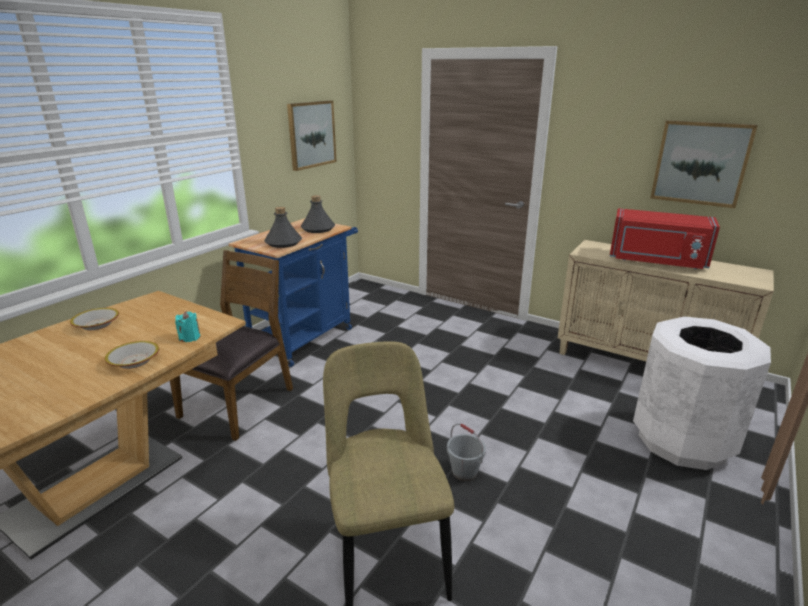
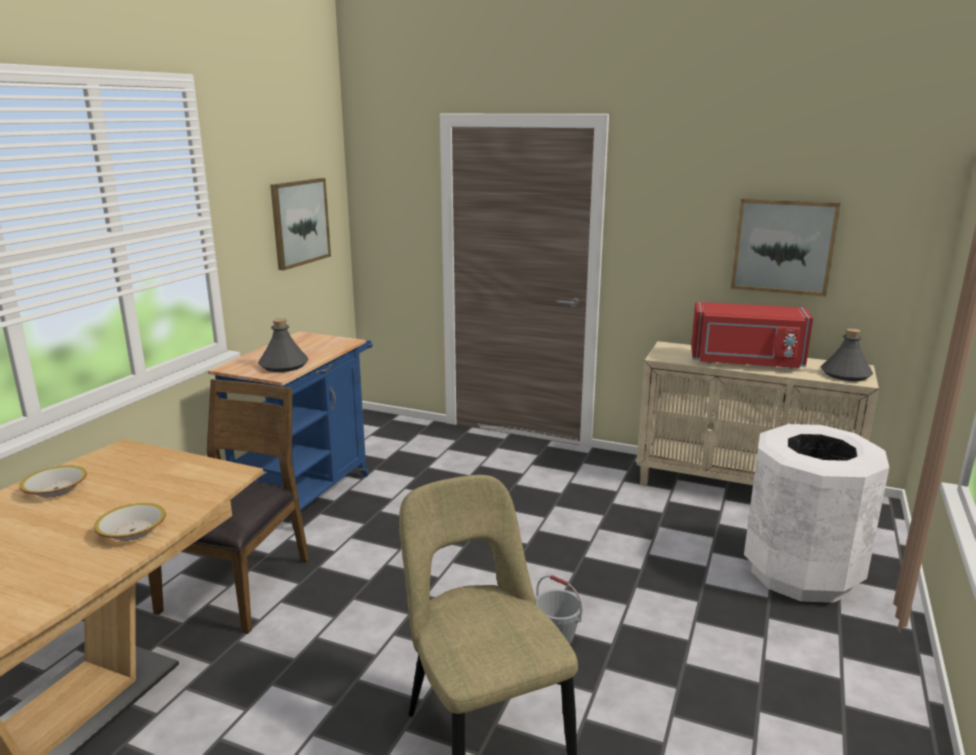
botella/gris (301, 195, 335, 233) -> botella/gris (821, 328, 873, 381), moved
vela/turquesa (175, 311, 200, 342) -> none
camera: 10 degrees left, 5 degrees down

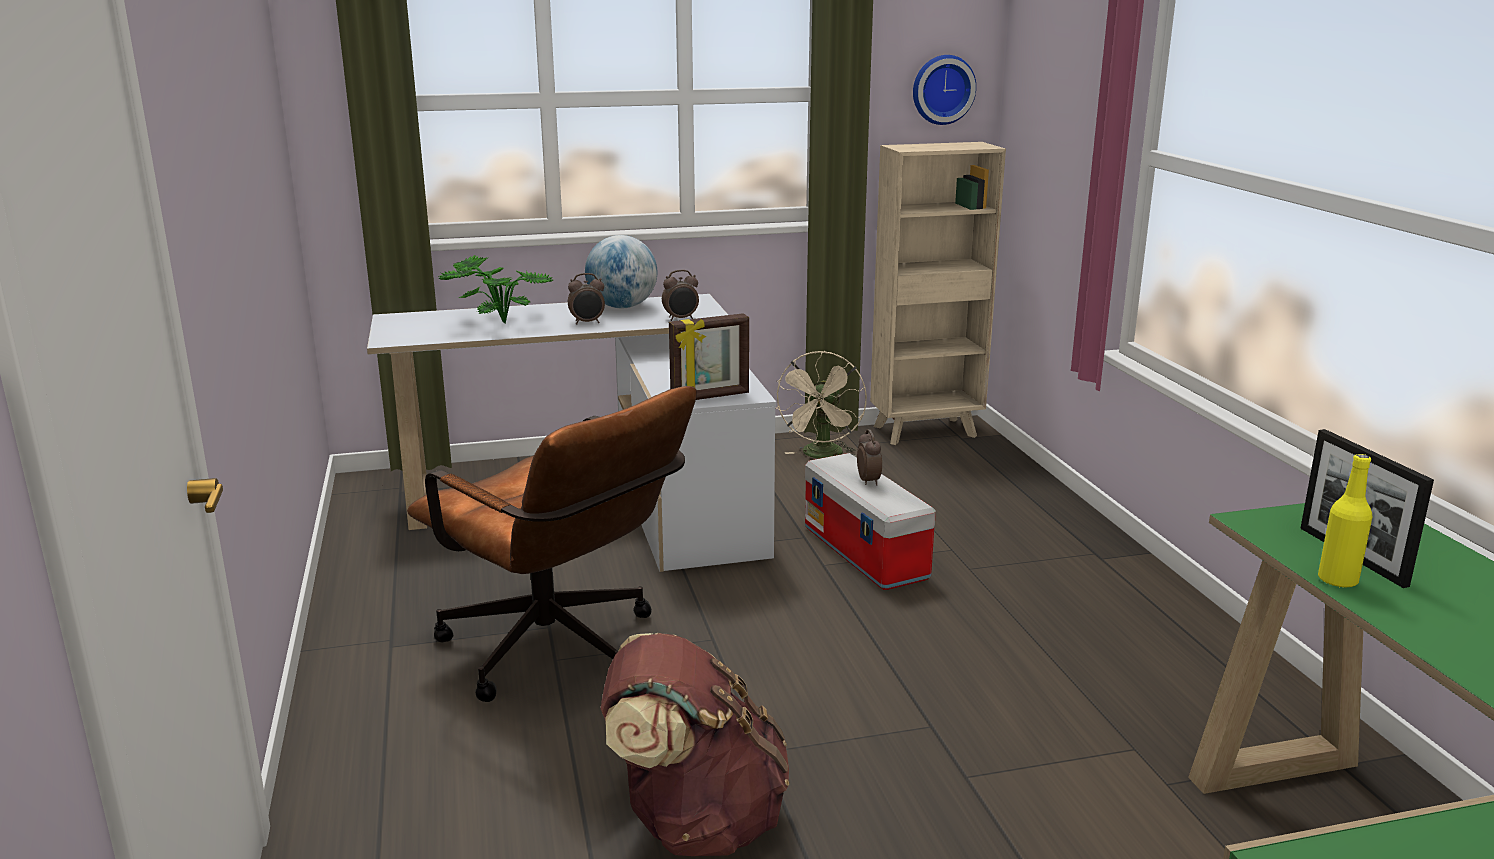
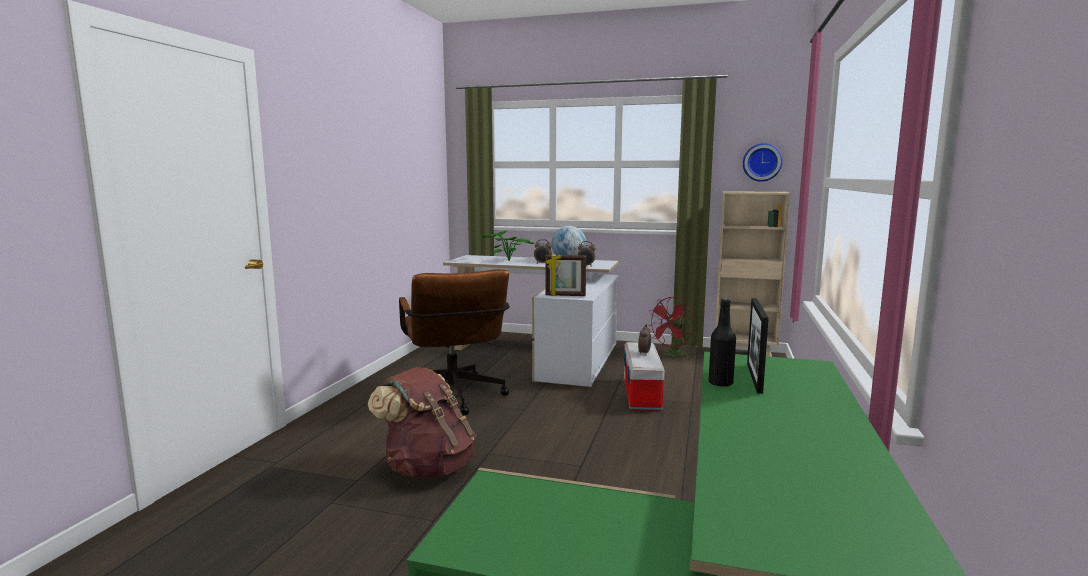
ventilador/beis (775, 351, 867, 459) -> ventilador/rojo (648, 297, 694, 359)
botella/amarillo (1318, 454, 1372, 588) -> botella/negro (709, 298, 736, 386)
camera: 30 degrees right, 10 degrees down

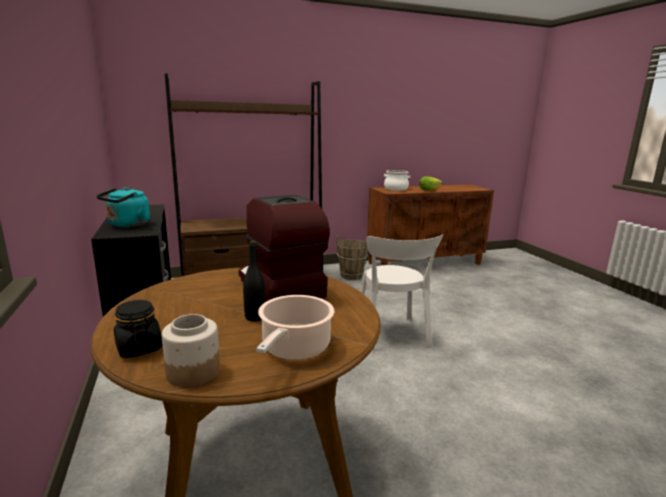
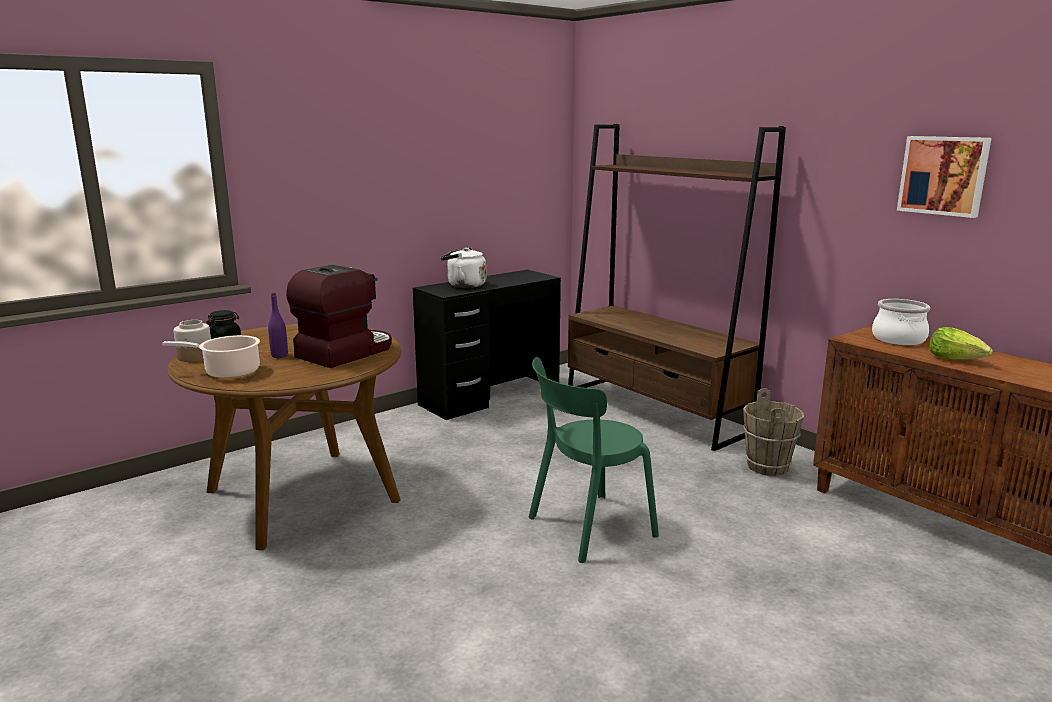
botella/negro (243, 241, 265, 321) -> botella/morado (268, 293, 288, 358)
hervidor/turquesa (96, 187, 150, 227) -> hervidor/blanco (441, 248, 486, 288)
silla/blanco (360, 234, 443, 352) -> silla/verde (528, 357, 659, 563)
none -> cuadro (897, 136, 992, 218)
camera: 70 degrees right, 0 degrees up

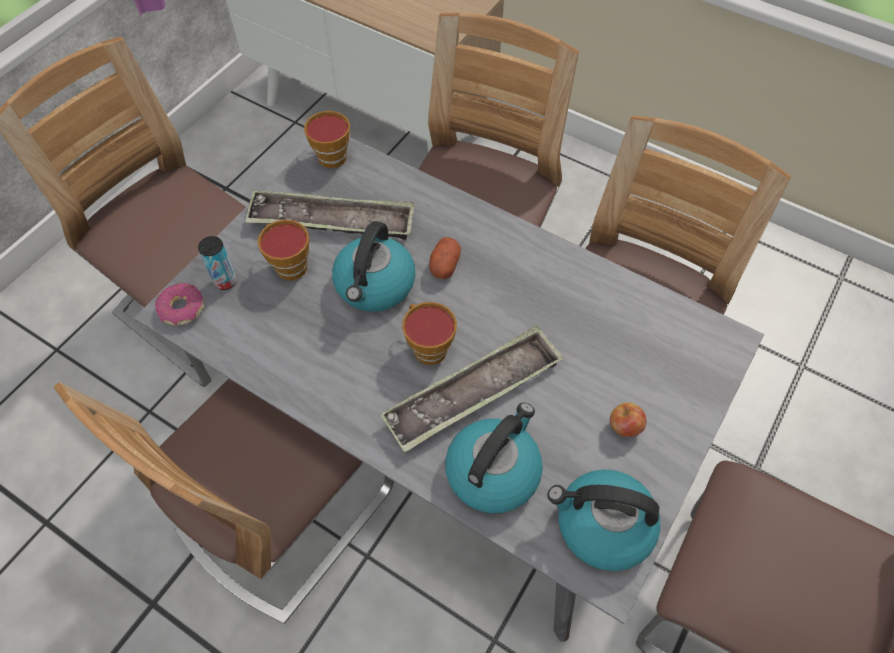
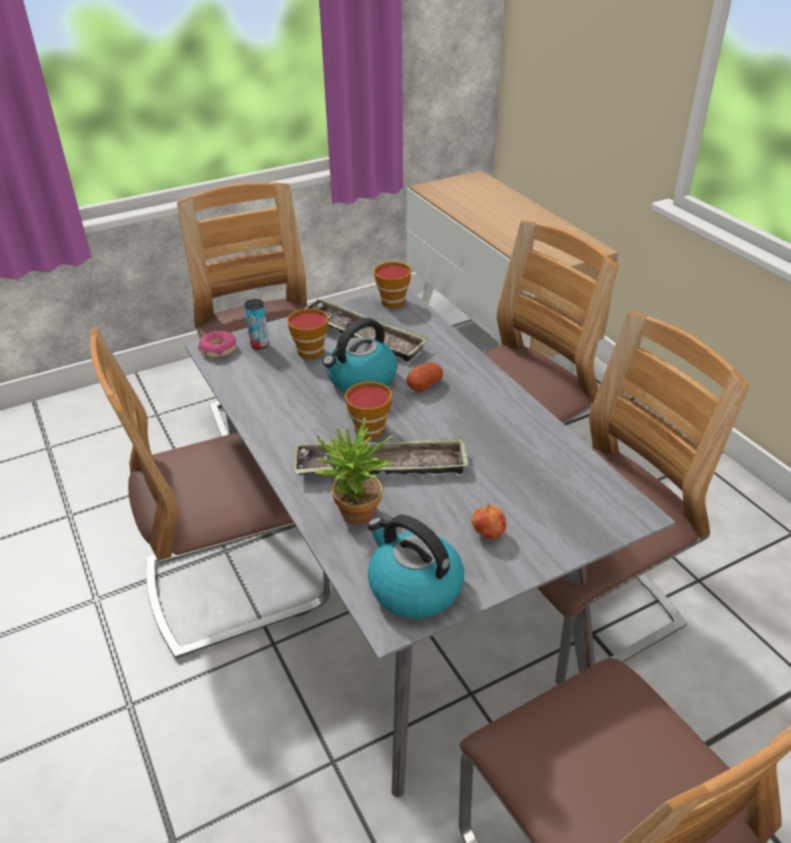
hervidor (445, 403, 543, 514) -> planta en maceta (315, 417, 394, 525)
camera: 30 degrees right, 20 degrees down

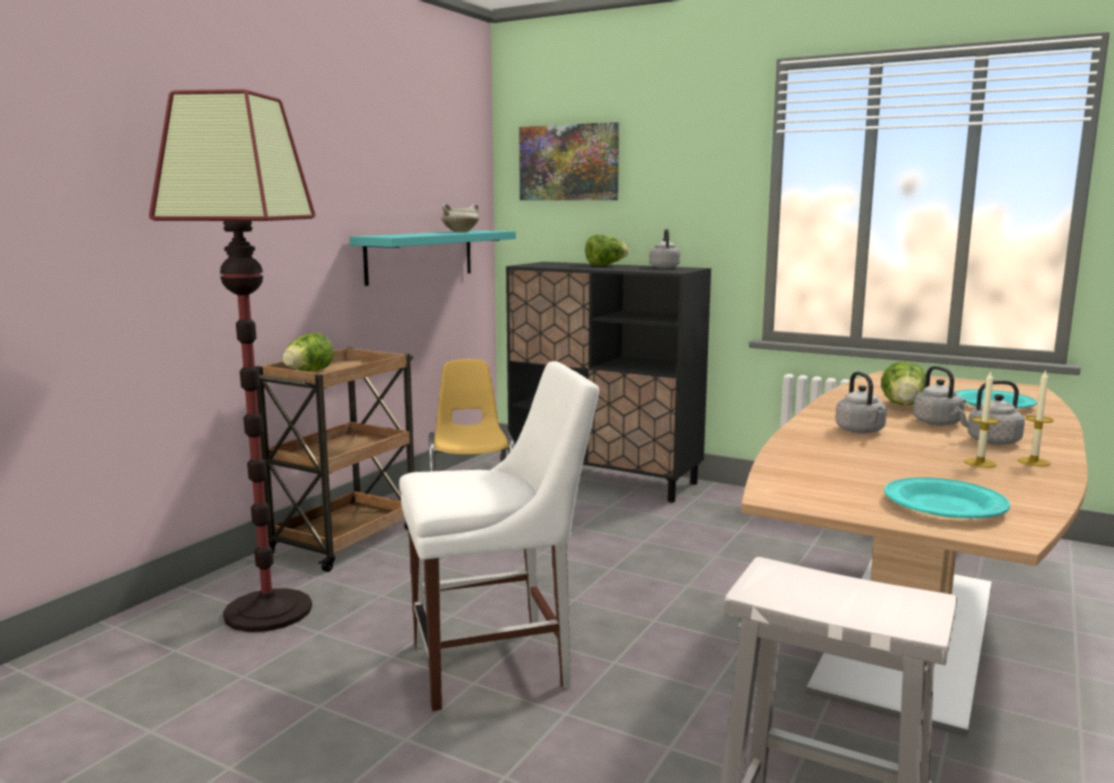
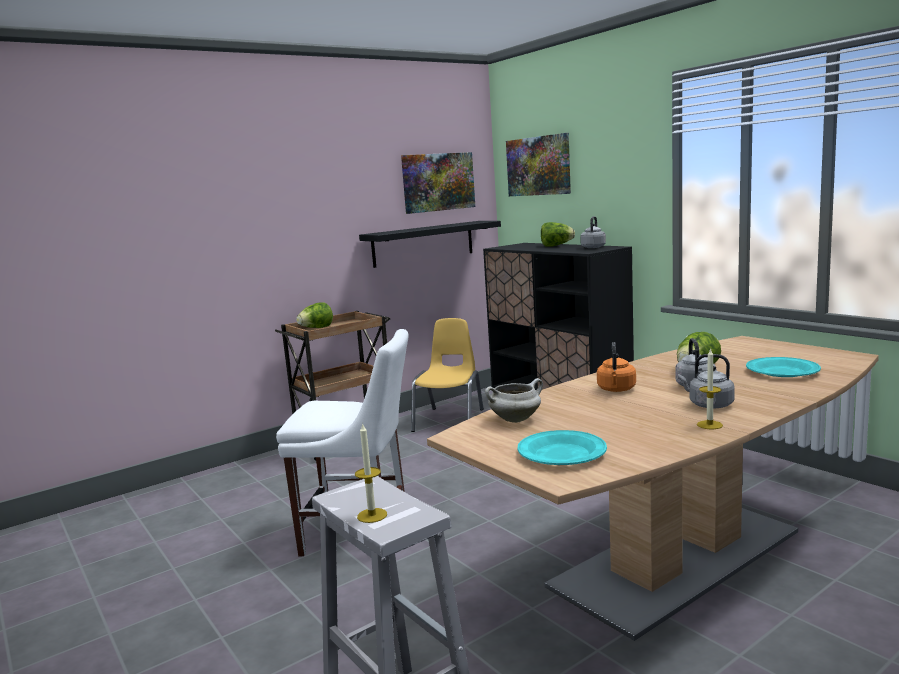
vela (964, 370, 999, 468) -> vela (355, 423, 387, 523), moved
estante/turquesa (350, 230, 516, 286) -> estante/negro (359, 221, 501, 268)
none -> cuadro (401, 152, 475, 214)
olla/blanco (441, 204, 479, 232) -> olla/blanco (485, 378, 543, 423), moved
hervidor/gris (835, 371, 887, 433) -> hervidor/naranja (597, 342, 636, 392)
lámpara de pie (149, 89, 315, 632) -> none
camera: 25 degrees right, 0 degrees up

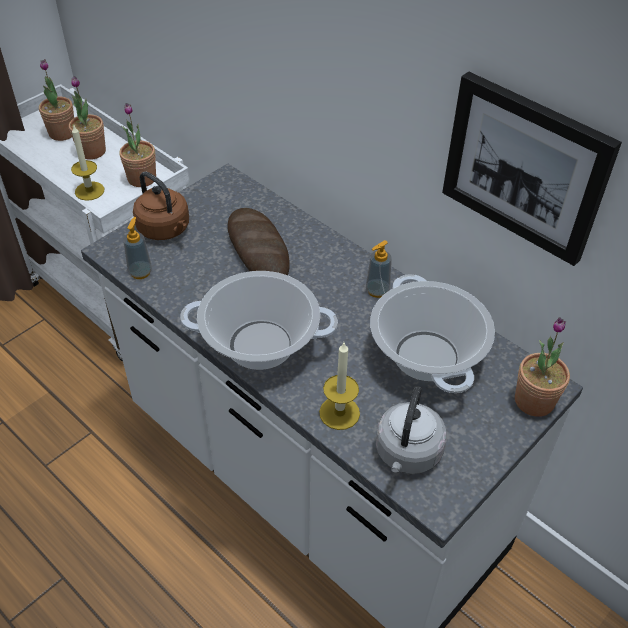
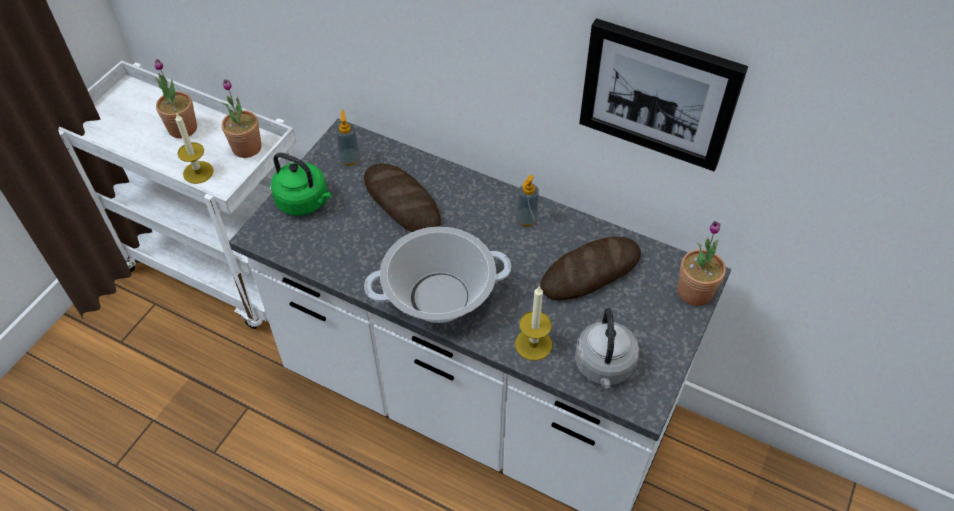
hervidor/marrón (133, 171, 189, 240) -> hervidor/verde (271, 152, 332, 216)
dispensador de jabón (123, 217, 152, 279) -> dispensador de jabón (336, 110, 360, 166), moved
olla (370, 274, 495, 393) -> pan (540, 237, 641, 300)
planta en maceta (39, 59, 74, 141) -> none
camera: 15 degrees left, 5 degrees up

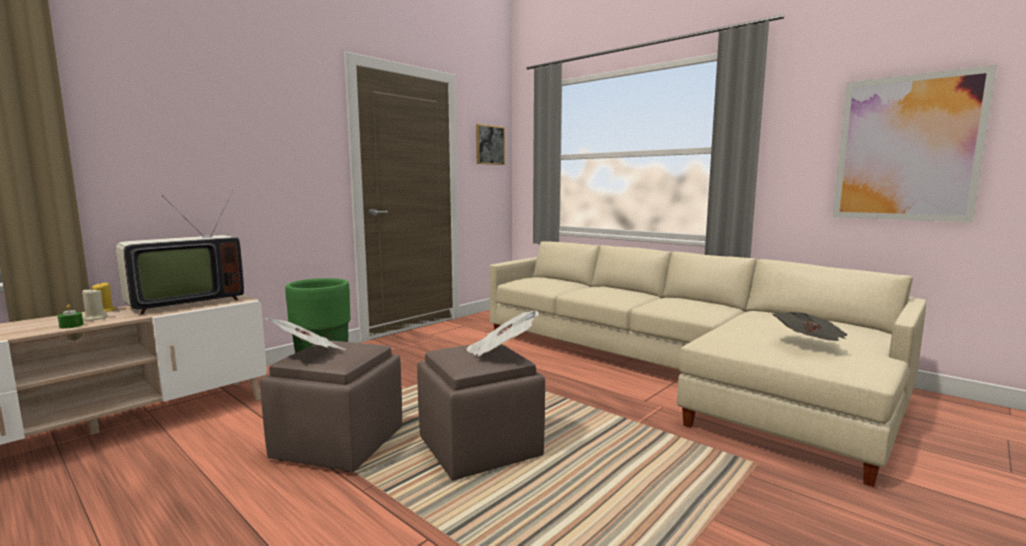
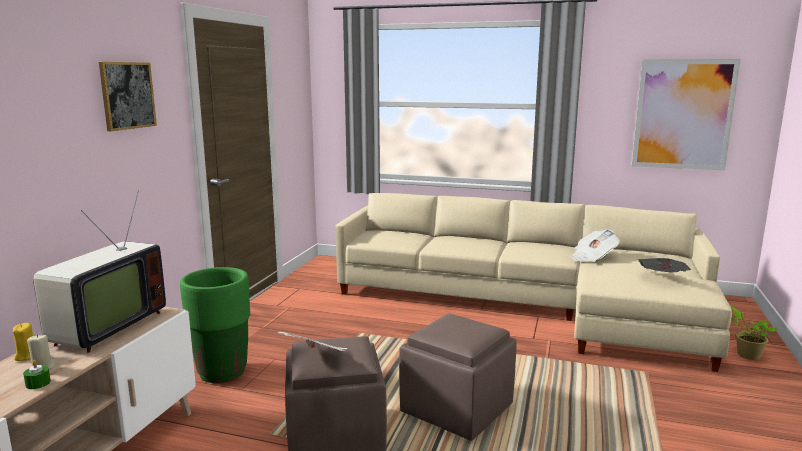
cuadro (476, 124, 505, 165) -> cuadro (99, 62, 157, 131), moved
periódico (467, 311, 539, 357) -> periódico (570, 230, 620, 262), moved
none -> planta en maceta (730, 305, 777, 360)
camera: 25 degrees left, 5 degrees up

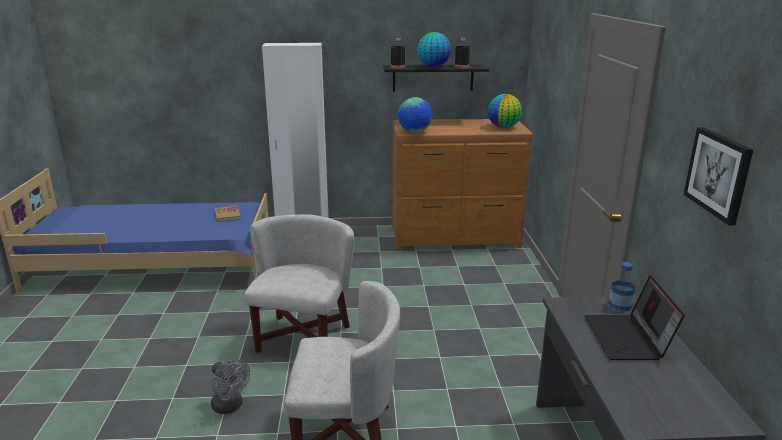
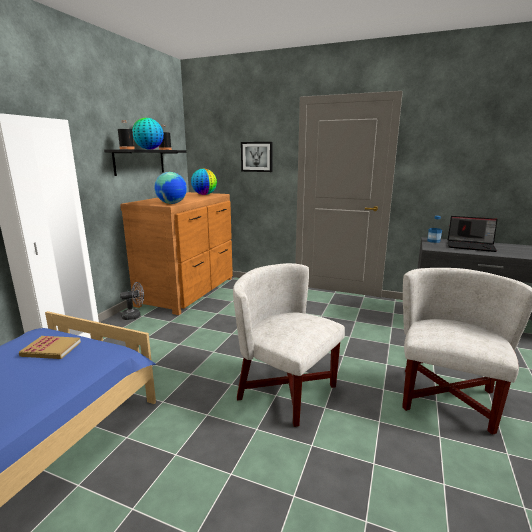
ventilador/gris (211, 359, 250, 414) -> ventilador/gris (120, 282, 144, 320), moved
cuadro (684, 127, 753, 225) -> cuadro (241, 142, 273, 172), moved
camera: 65 degrees left, 5 degrees down

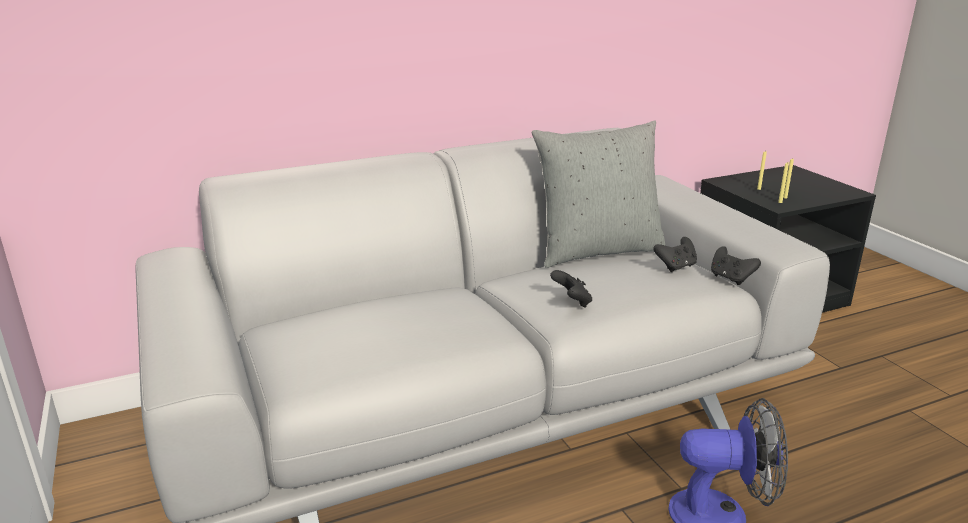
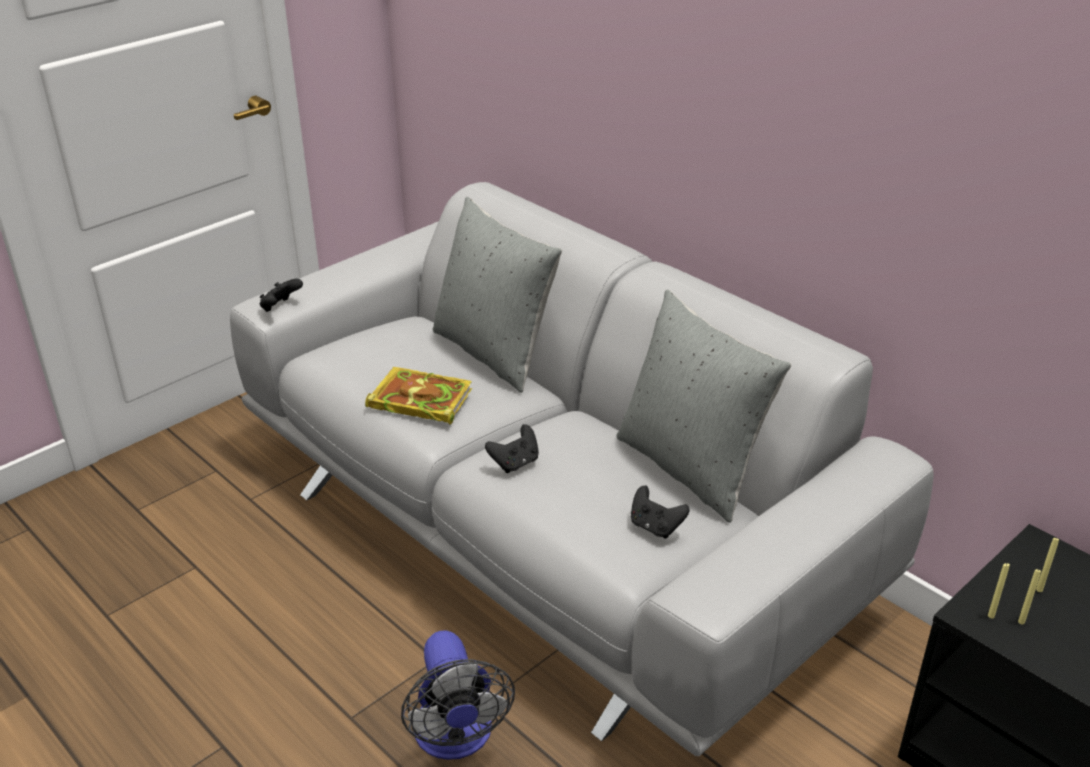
mando de consola/negro (711, 246, 761, 285) -> mando de consola/negro (260, 279, 303, 312), moved
none -> libro (365, 366, 472, 425)
none -> cojín/gris (433, 197, 562, 393)
camera: 70 degrees right, 10 degrees up

